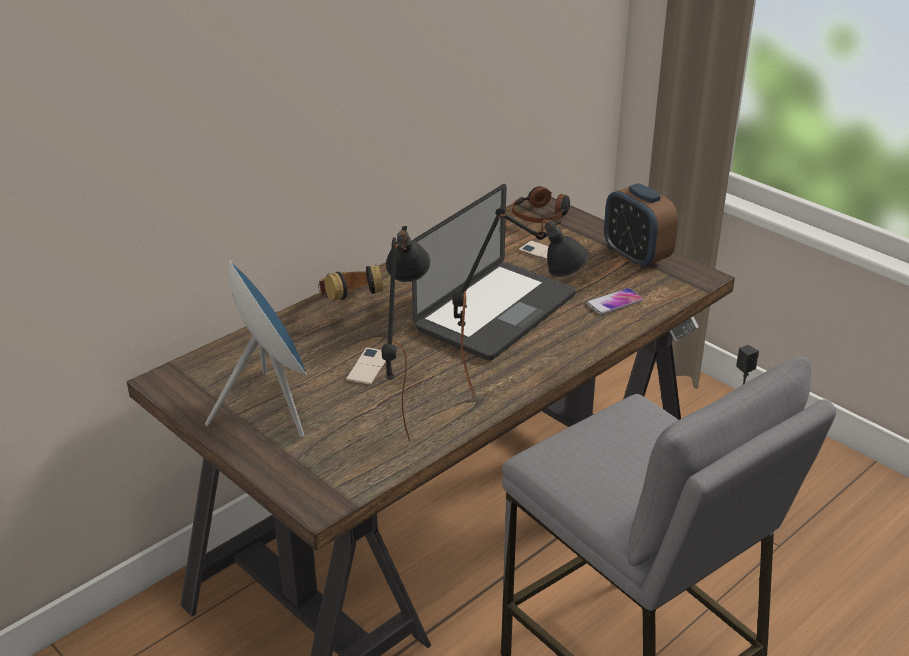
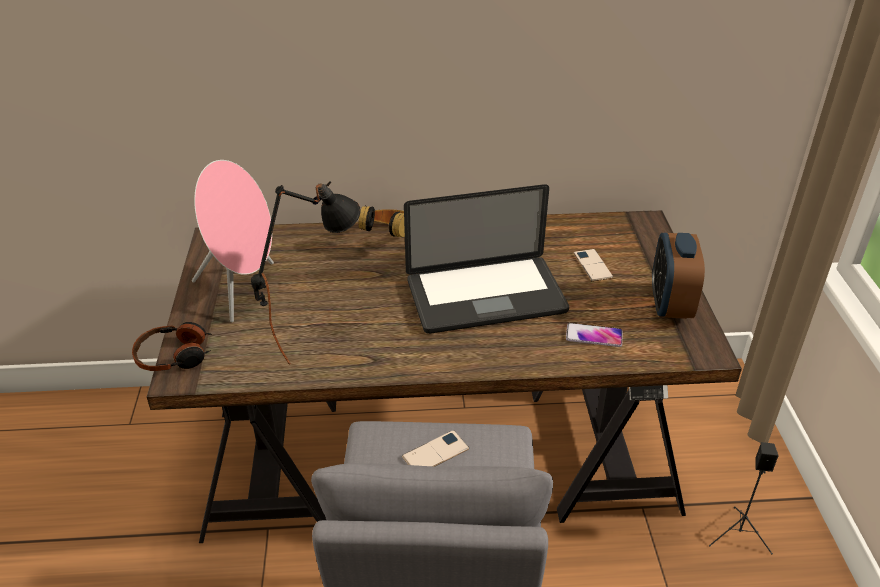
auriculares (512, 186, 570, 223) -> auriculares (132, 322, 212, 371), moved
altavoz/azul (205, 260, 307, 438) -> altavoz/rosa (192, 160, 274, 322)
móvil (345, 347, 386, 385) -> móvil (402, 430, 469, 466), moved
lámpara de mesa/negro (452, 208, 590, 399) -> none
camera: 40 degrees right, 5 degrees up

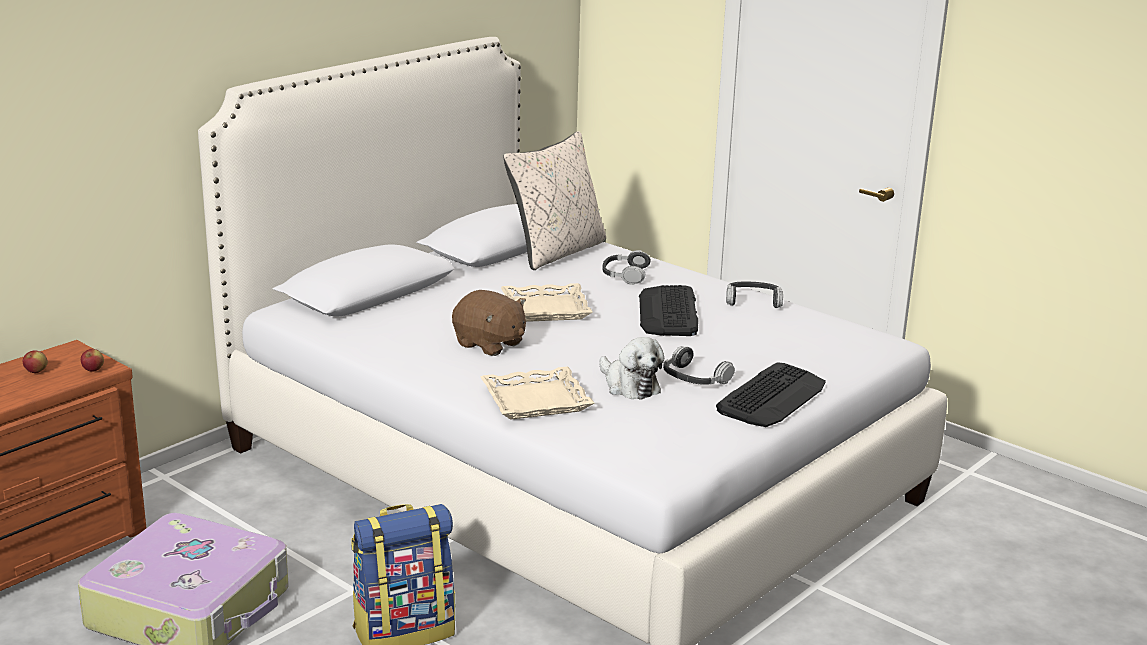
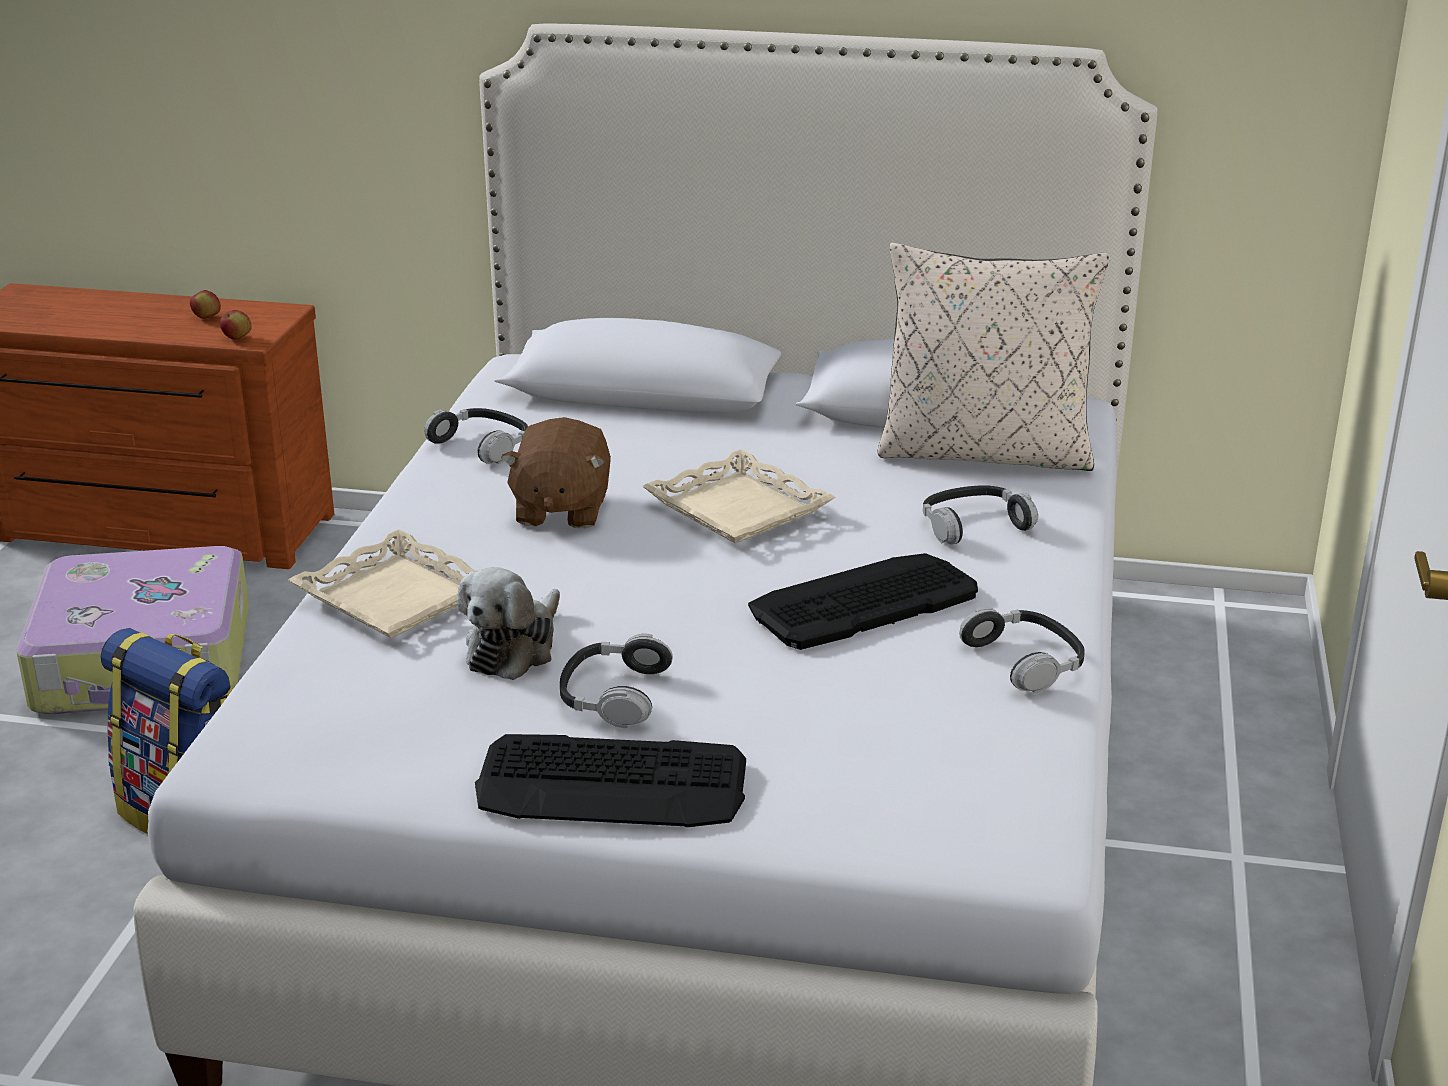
none -> auriculares (424, 408, 528, 464)
camera: 60 degrees right, 5 degrees up

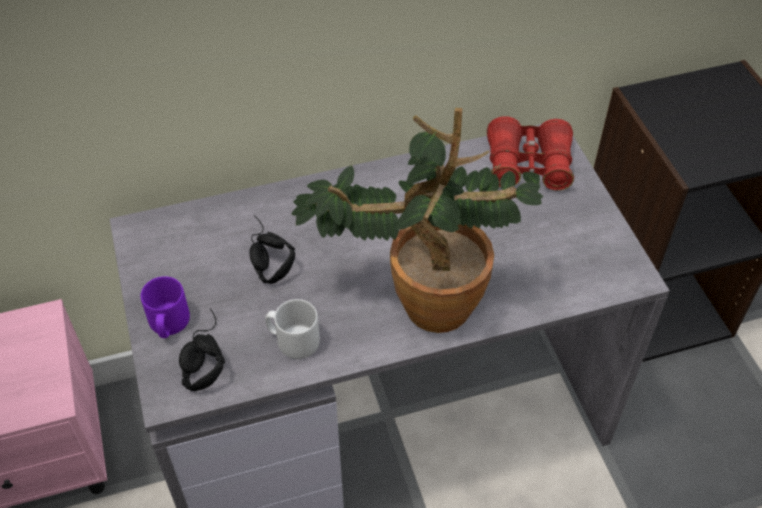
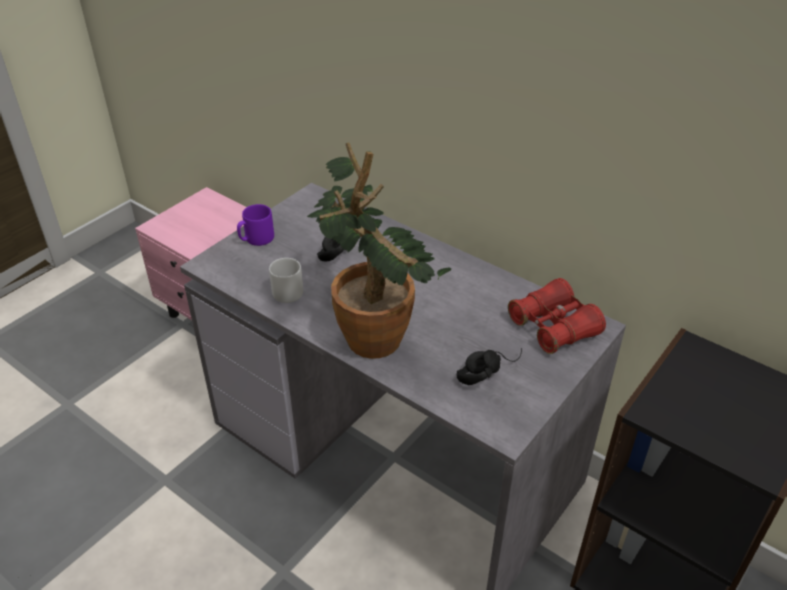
auriculares/negro (179, 309, 225, 391) -> auriculares/negro (457, 348, 522, 385), moved
camera: 55 degrees right, 10 degrees down

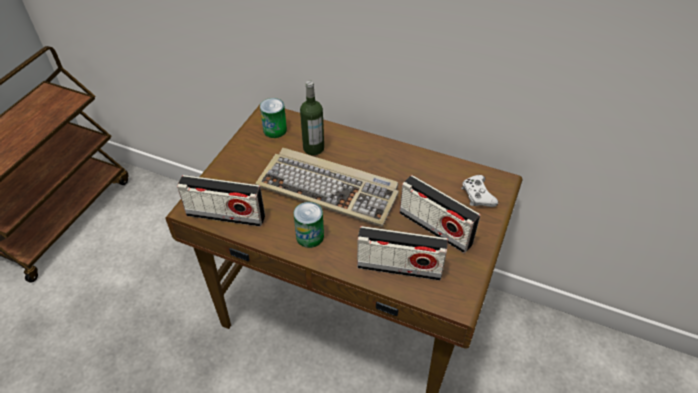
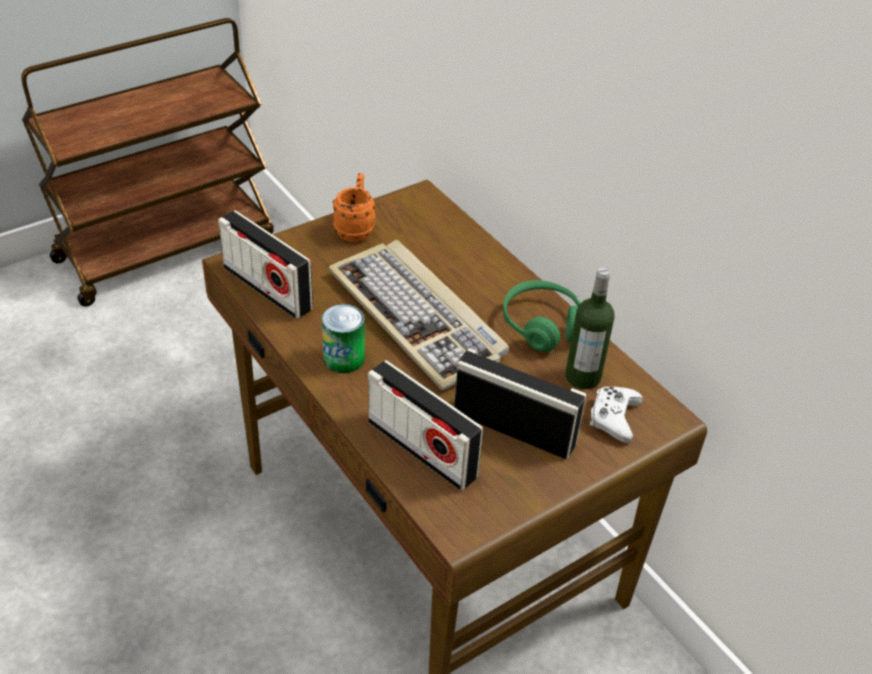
none -> taza grande/naranja (333, 173, 375, 242)
radio (399, 175, 480, 253) -> radio (454, 348, 586, 459), 135 degrees clockwise
none -> auriculares/verde (503, 280, 581, 352)
botella (300, 81, 324, 155) -> botella (565, 267, 615, 389), moved
lata (260, 98, 287, 138) -> none
camera: 30 degrees right, 5 degrees down

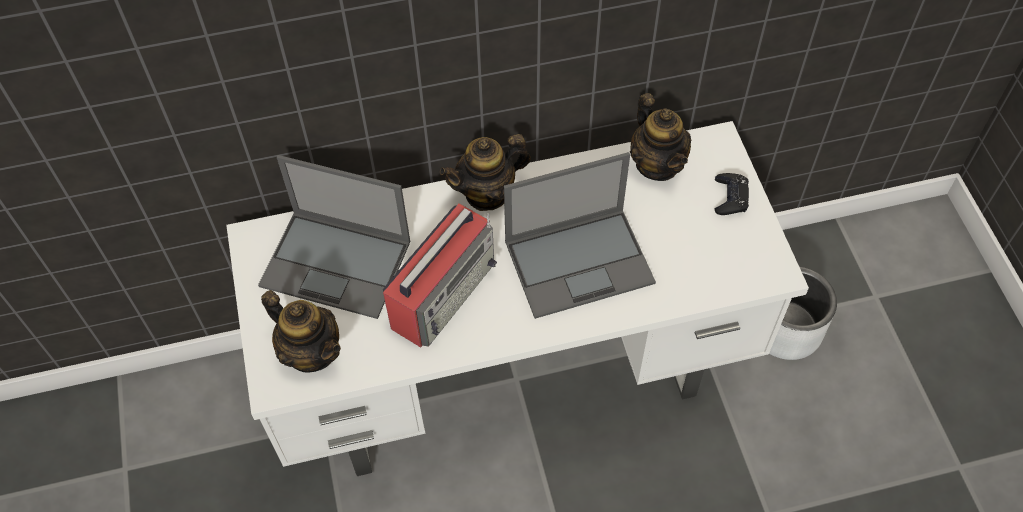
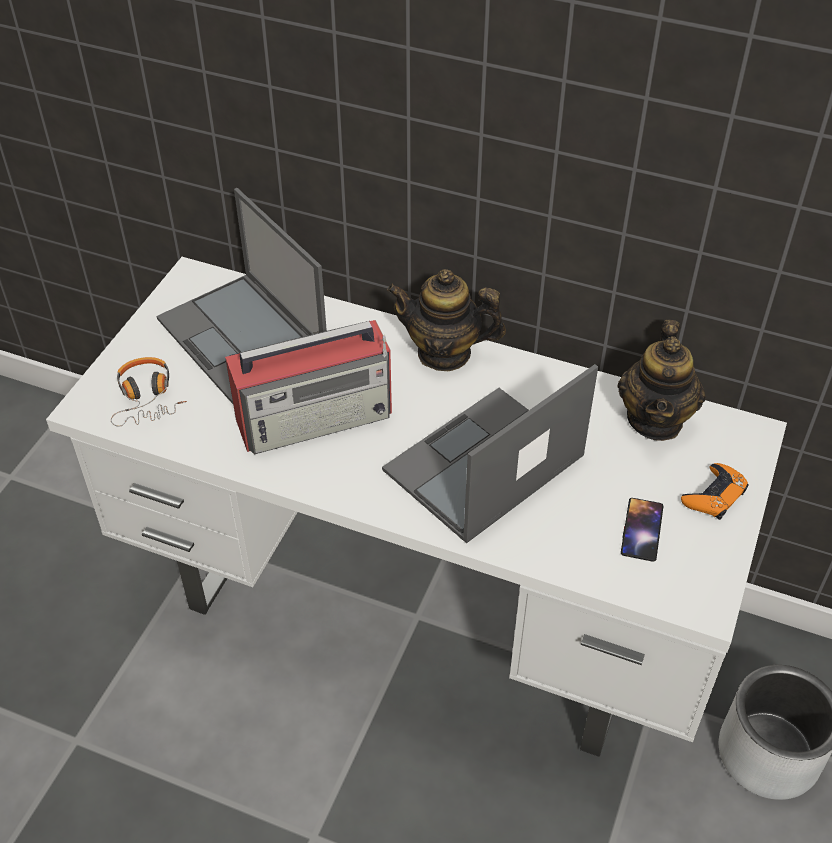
tetera (261, 290, 341, 372) -> auriculares (111, 357, 187, 426)
portátil (504, 152, 656, 319) -> portátil (382, 364, 598, 543), 120 degrees clockwise
none -> móvil (621, 498, 664, 562)
mando de consola/negro (715, 173, 749, 215) -> mando de consola/naranja (681, 463, 749, 520)
camera: 35 degrees right, 10 degrees down

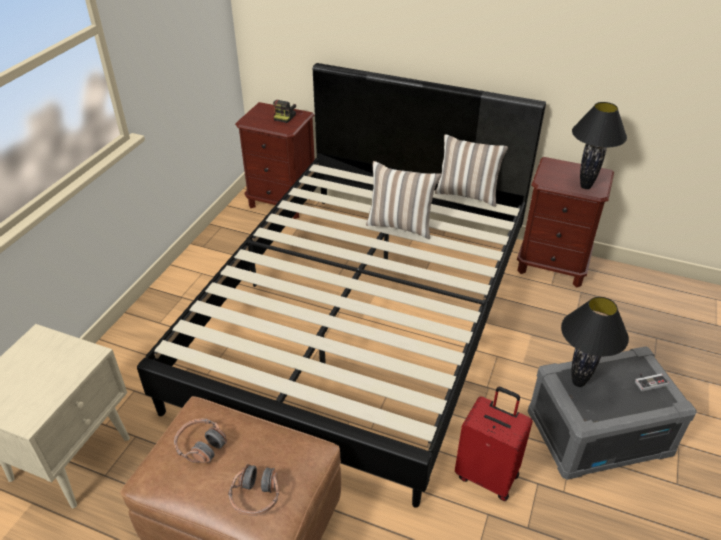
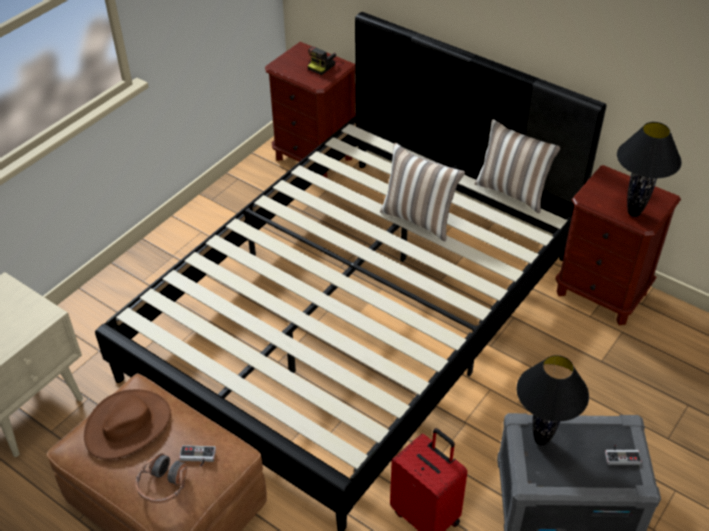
auriculares (174, 419, 227, 463) -> sombrero/marrón (84, 389, 171, 460)
none -> mando de consola (179, 445, 216, 466)
camera: 15 degrees right, 5 degrees up

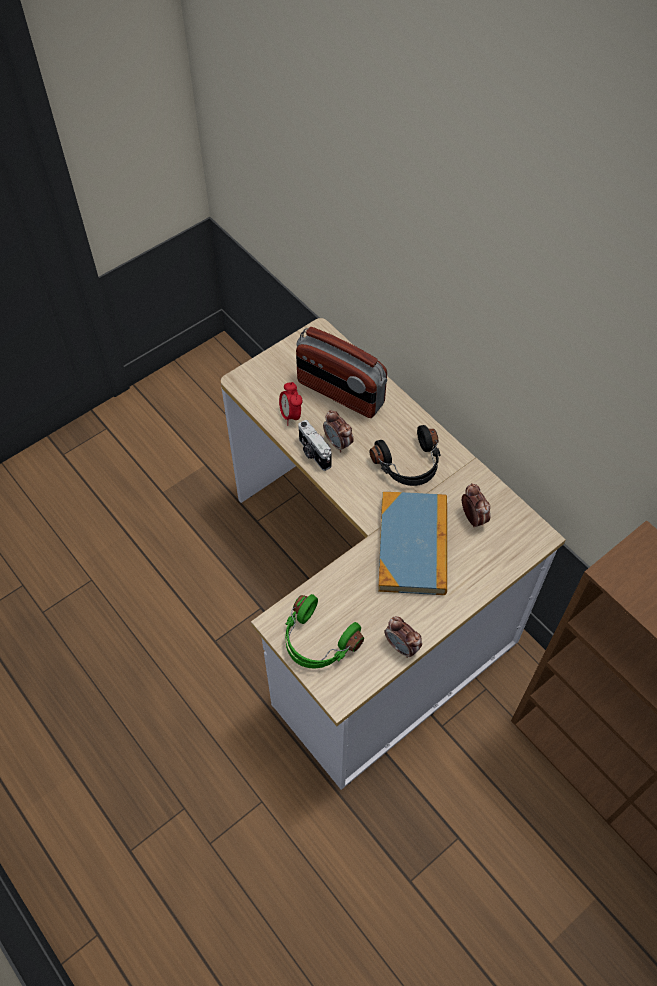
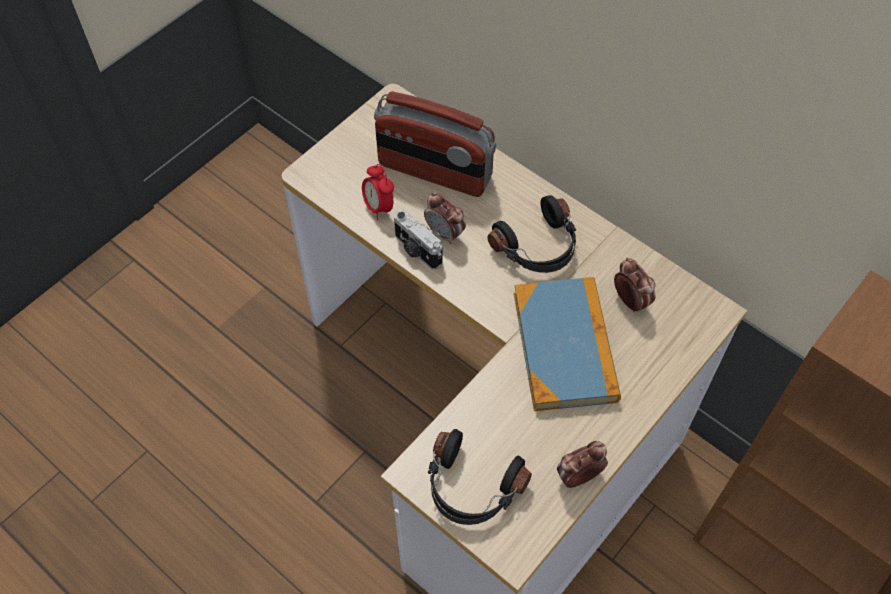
auriculares/verde (285, 594, 364, 669) -> auriculares/negro (428, 429, 532, 525)
despertador (384, 616, 422, 658) -> despertador (557, 441, 608, 488), 120 degrees clockwise
camera: 10 degrees left, 0 degrees up

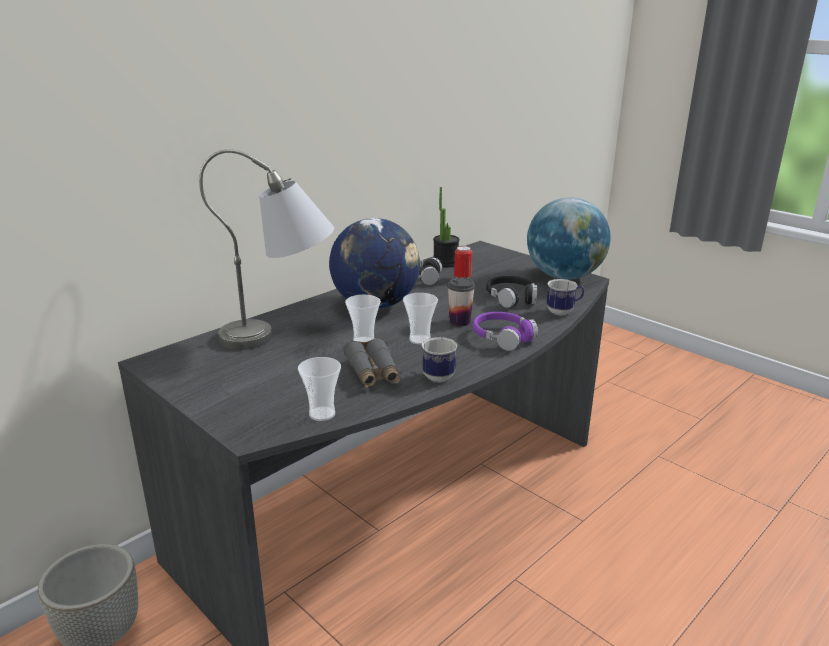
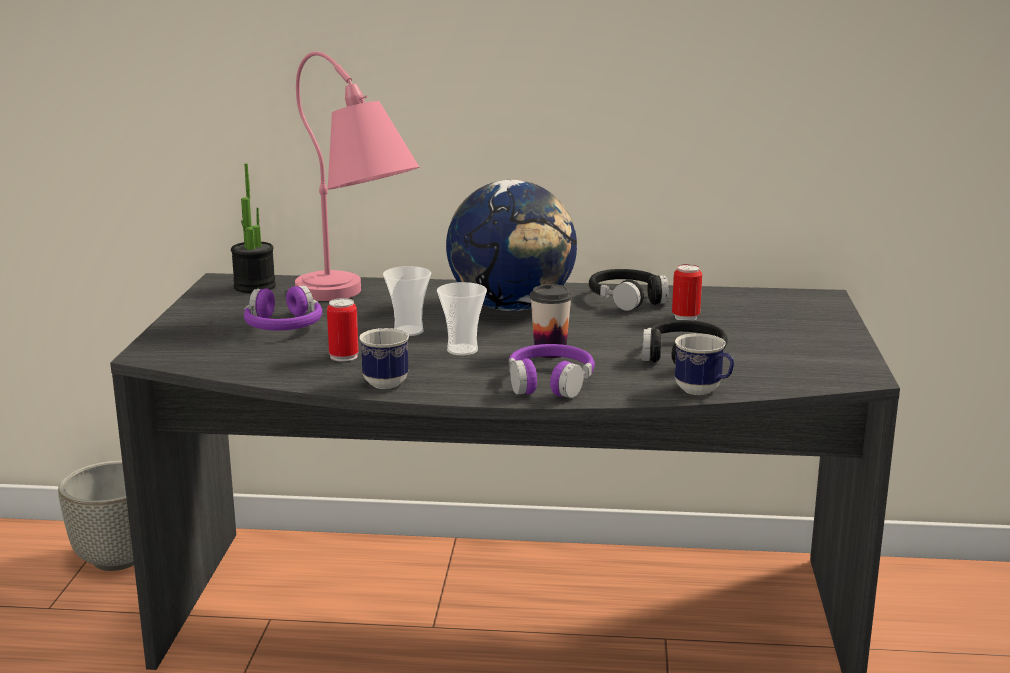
planta en maceta (433, 187, 459, 267) -> planta en maceta (231, 163, 276, 293), moved
none -> auriculares/morado (244, 285, 322, 330)
lámpara de mesa/gris (199, 149, 334, 350) -> lámpara de mesa/rosa (295, 52, 419, 301)
prismáticos/gris (344, 338, 400, 388) -> lata (327, 298, 359, 362)
taza (298, 357, 341, 421) -> none
globo terráqueo (527, 197, 611, 280) -> none
camera: 50 degrees right, 5 degrees down

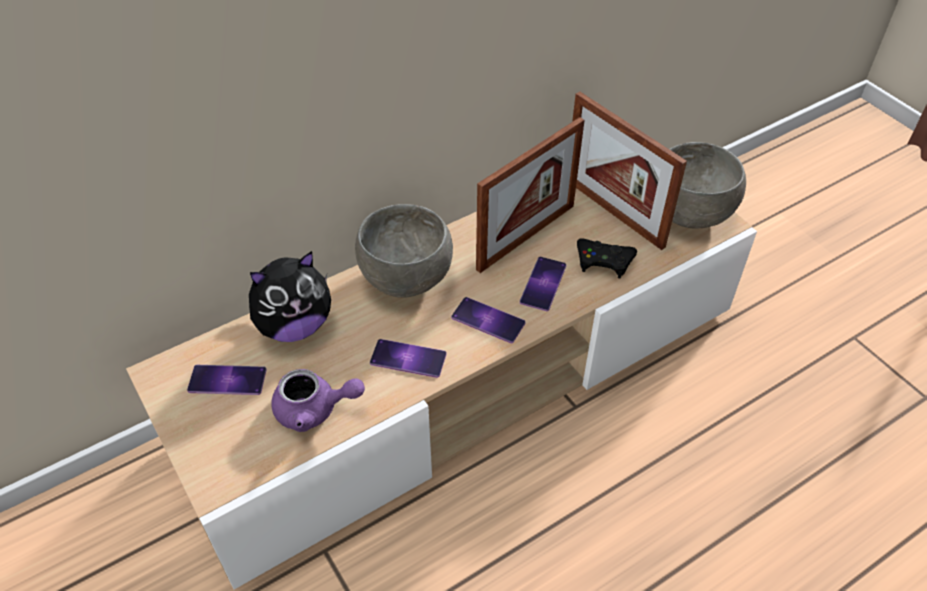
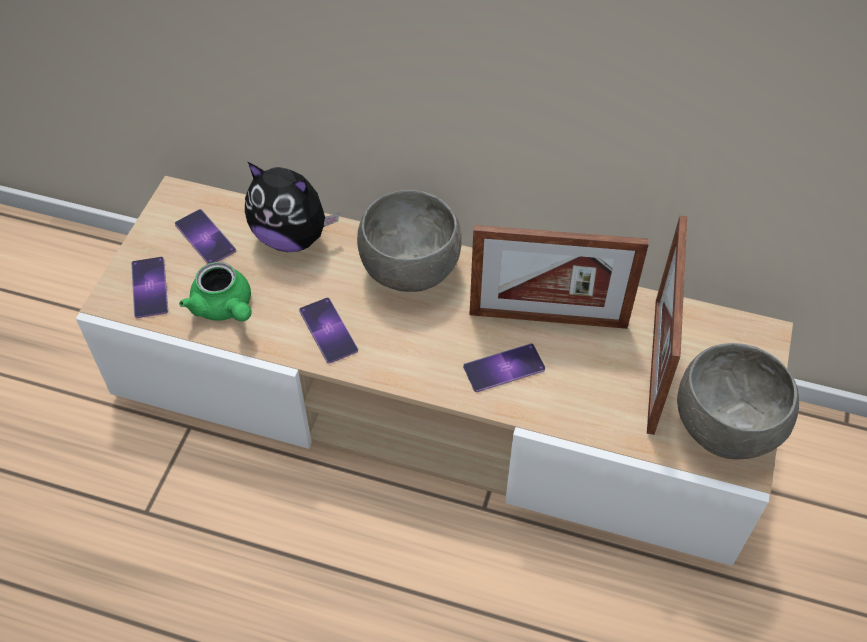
móvil (451, 297, 526, 343) -> móvil (131, 257, 168, 318), moved
tetera/morado (271, 369, 365, 432) -> tetera/verde (179, 262, 252, 321)
mando de consola/negro (577, 238, 637, 278) -> none
camera: 50 degrees right, 5 degrees up

